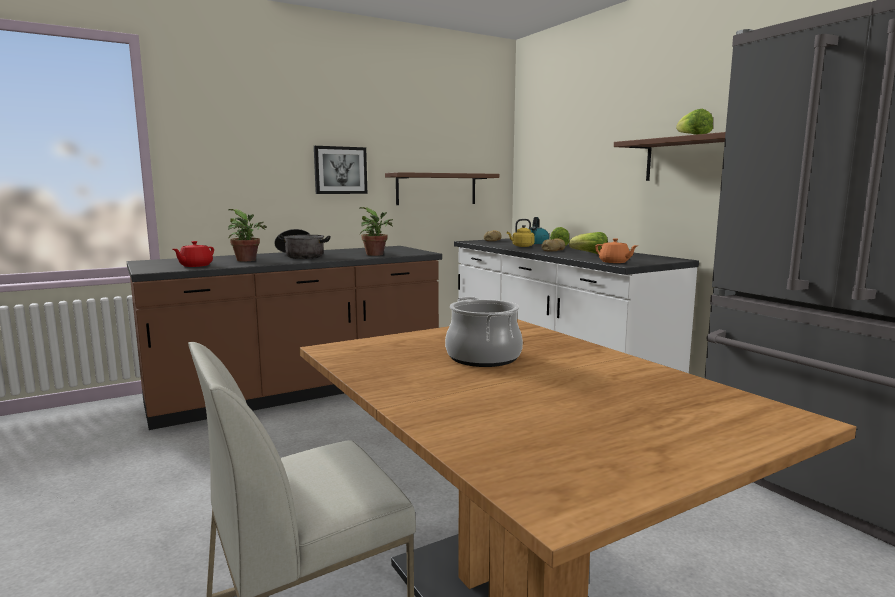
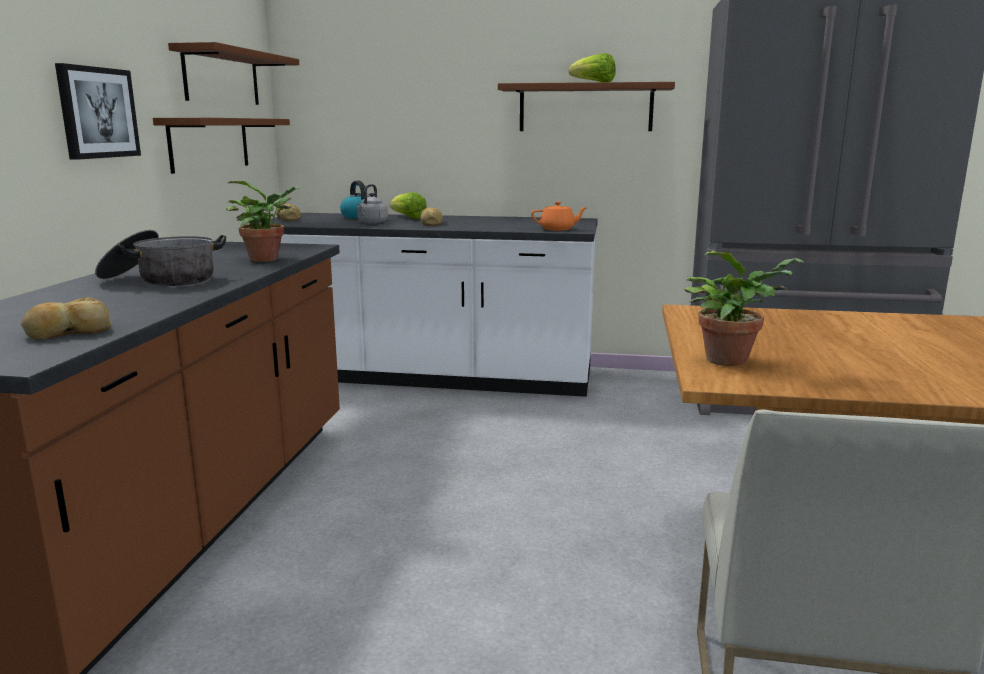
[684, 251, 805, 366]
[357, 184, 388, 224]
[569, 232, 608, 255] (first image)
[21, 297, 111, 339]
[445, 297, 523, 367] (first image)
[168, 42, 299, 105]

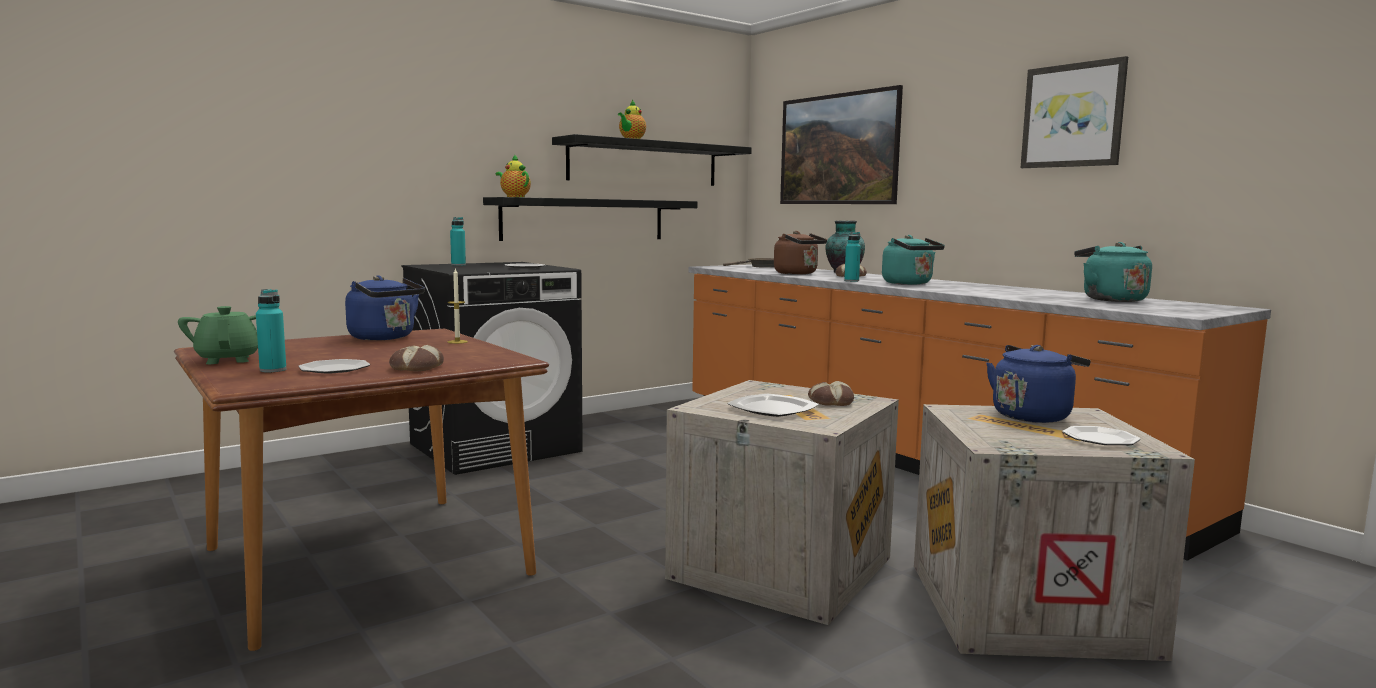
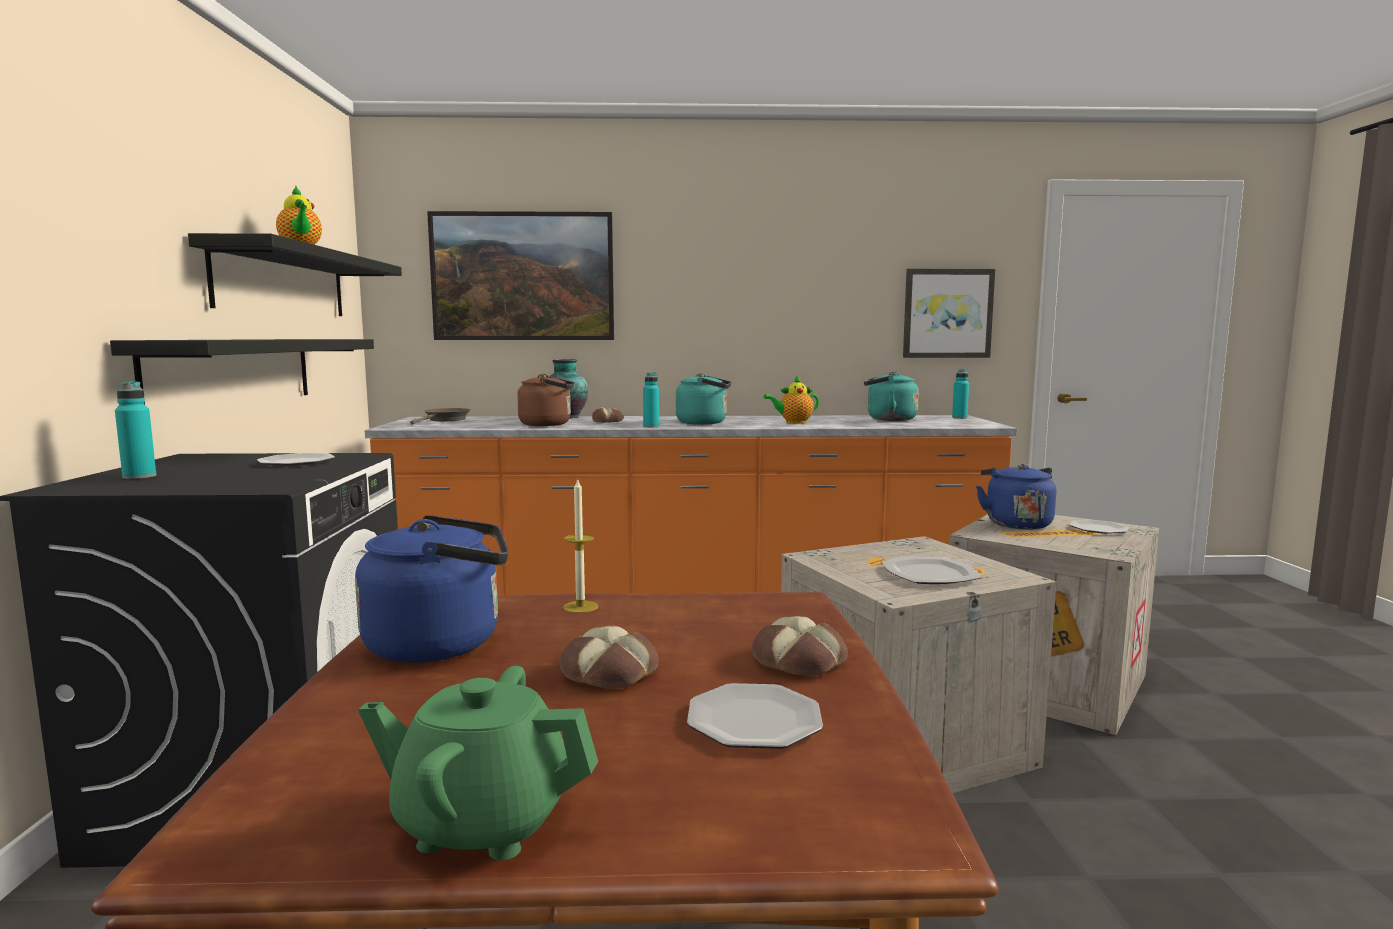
[903, 269, 995, 358]
[764, 375, 819, 423]
[952, 369, 969, 419]
[560, 626, 659, 689]

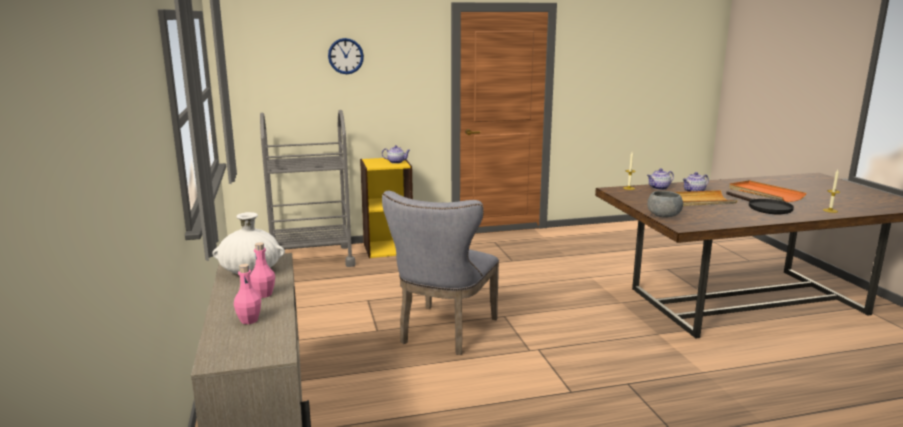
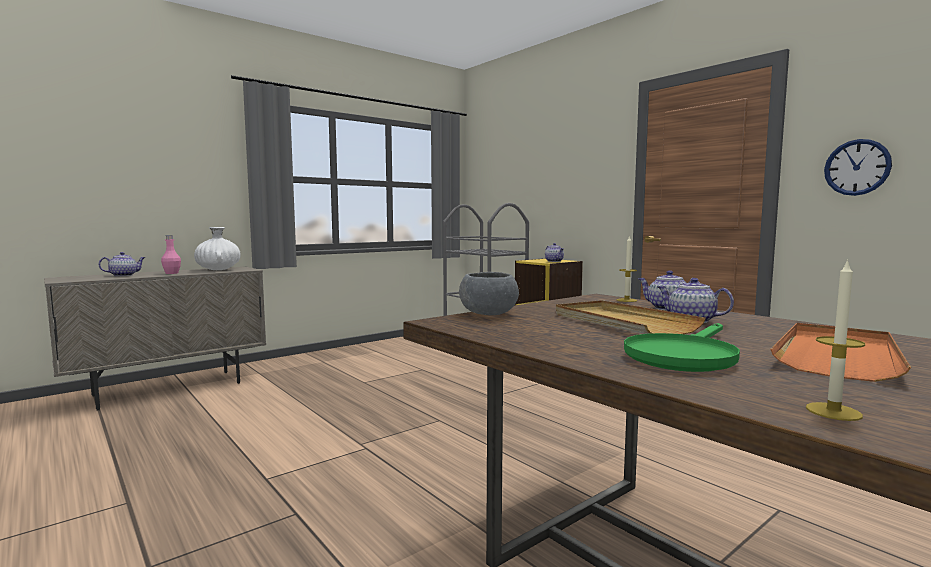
[824, 139, 892, 196]
[382, 191, 499, 355] (first image)
[624, 323, 740, 372]
[99, 252, 145, 276]

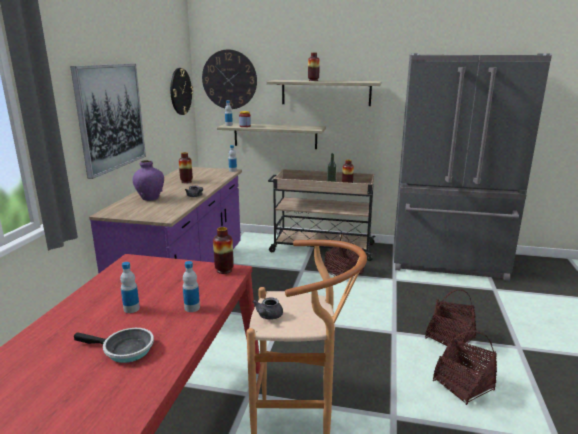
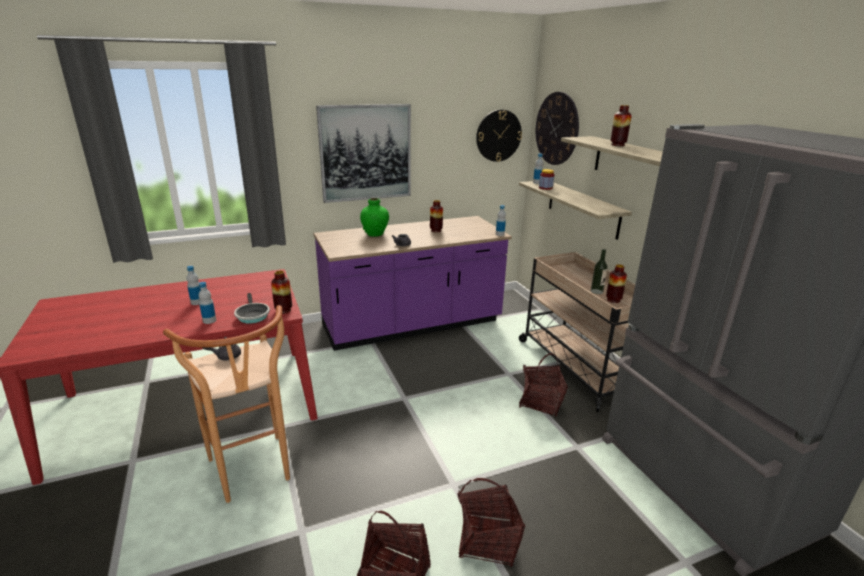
[360, 198, 389, 237]
[234, 293, 270, 324]

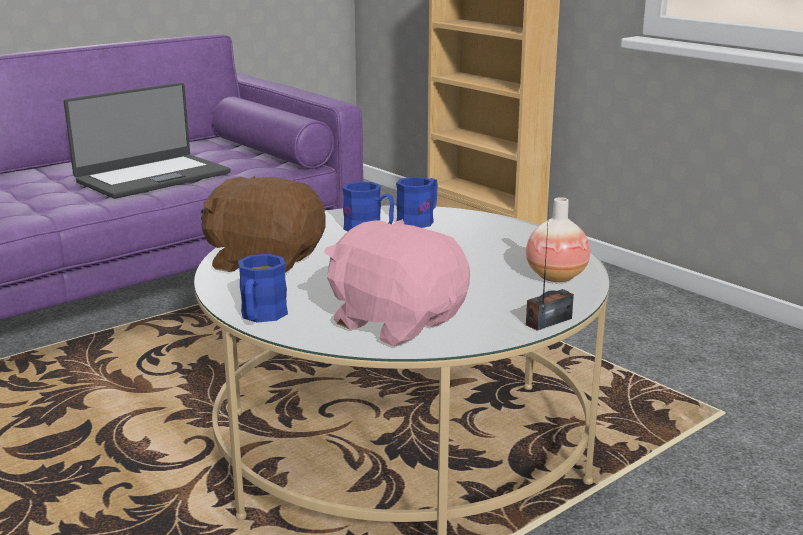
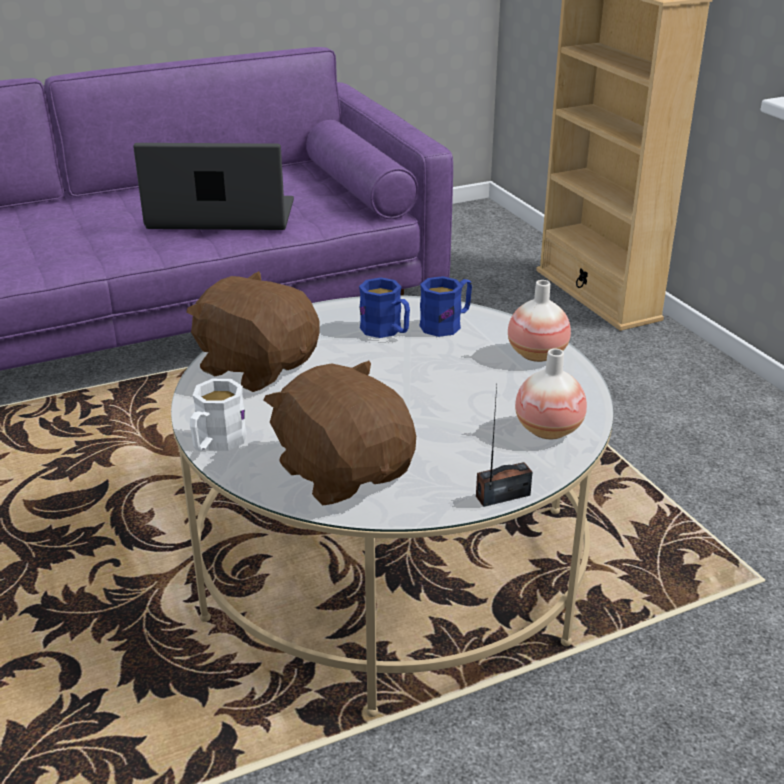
[133, 143, 294, 230]
[264, 360, 416, 506]
[190, 379, 247, 451]
[508, 280, 571, 362]

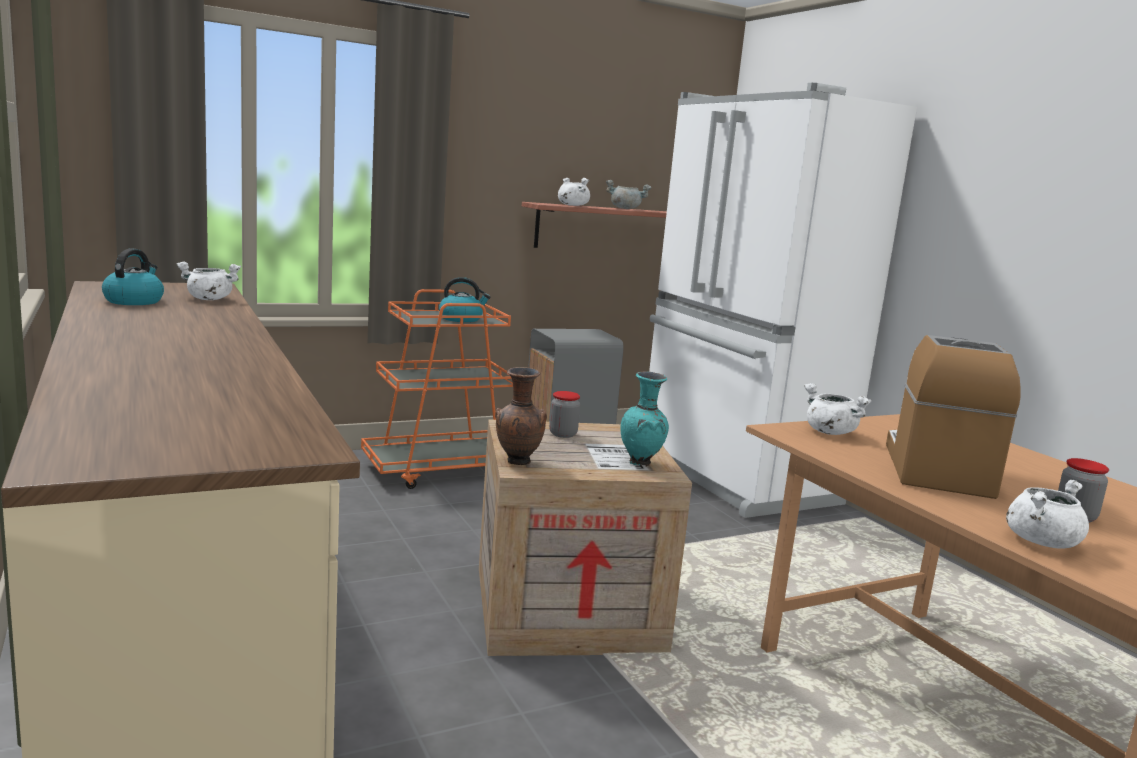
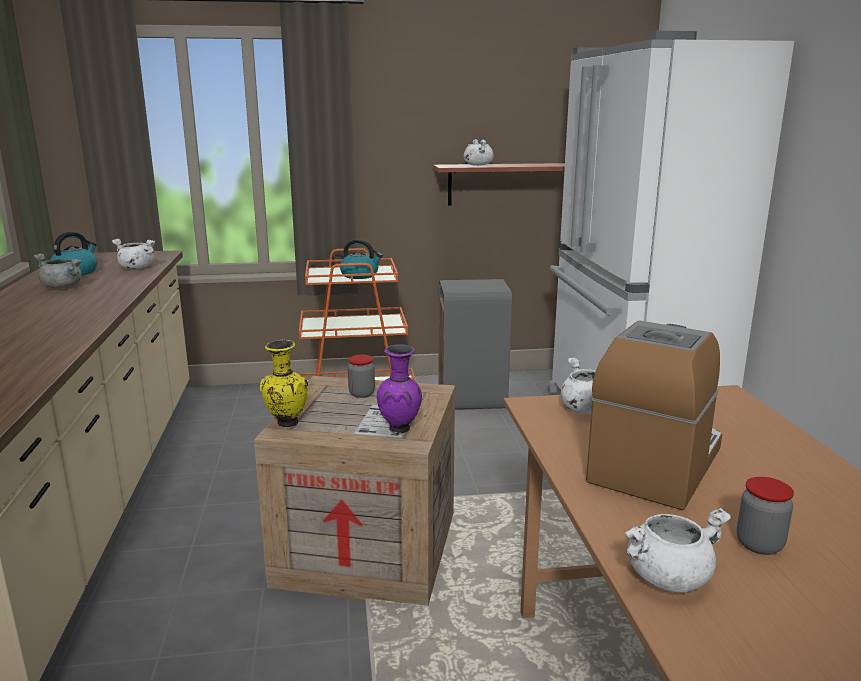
[34, 253, 82, 289]
[260, 340, 308, 427]
[377, 344, 422, 434]

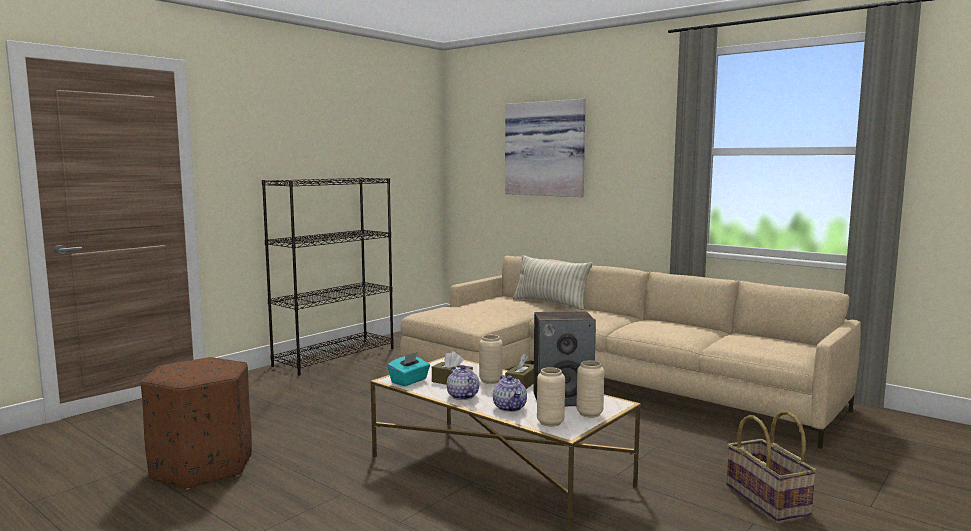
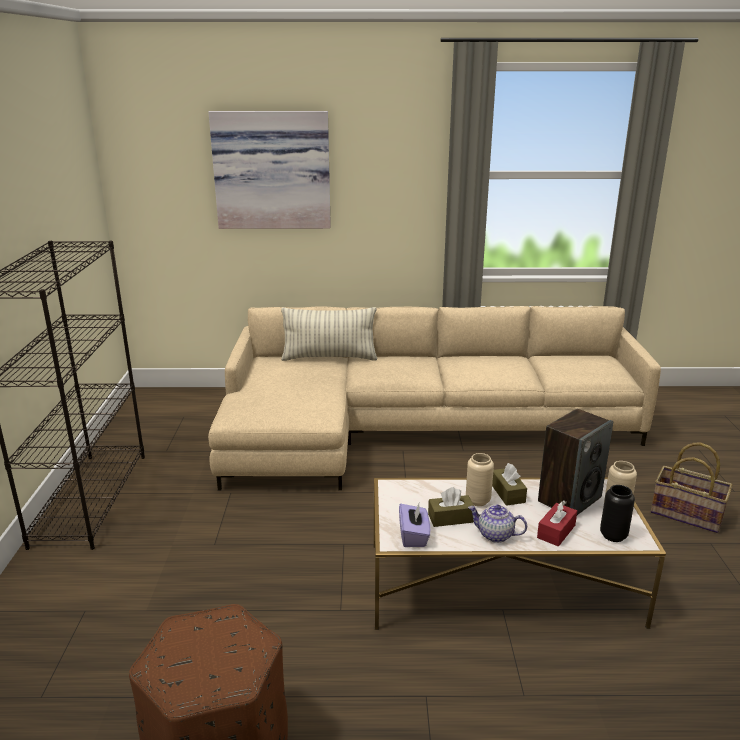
[399, 504, 430, 547]
[600, 485, 635, 542]
[537, 500, 577, 546]

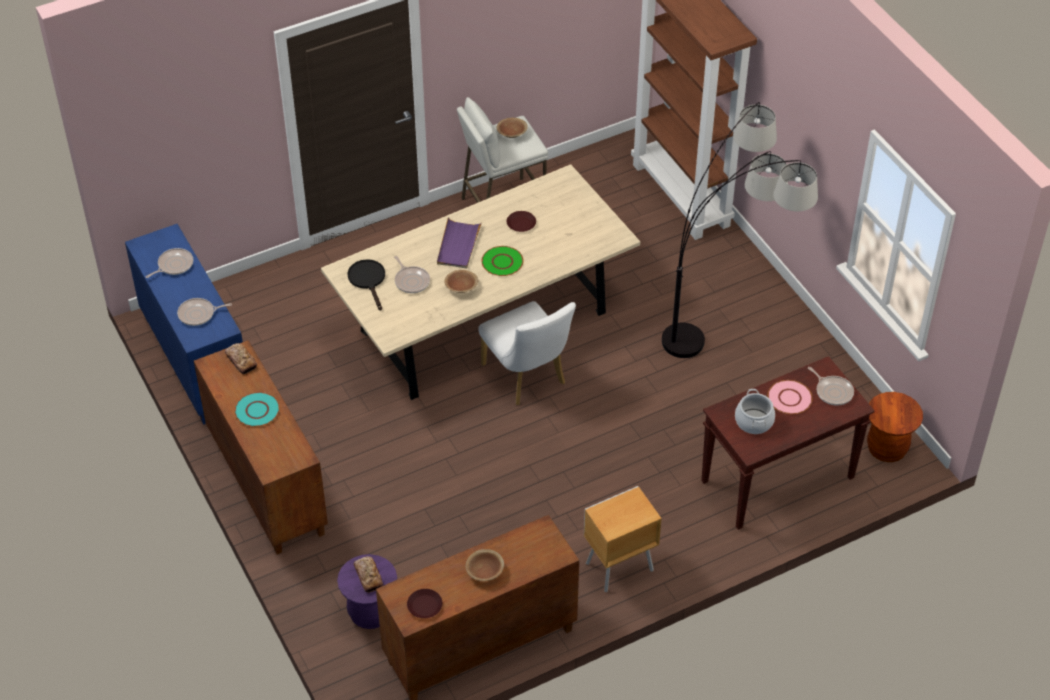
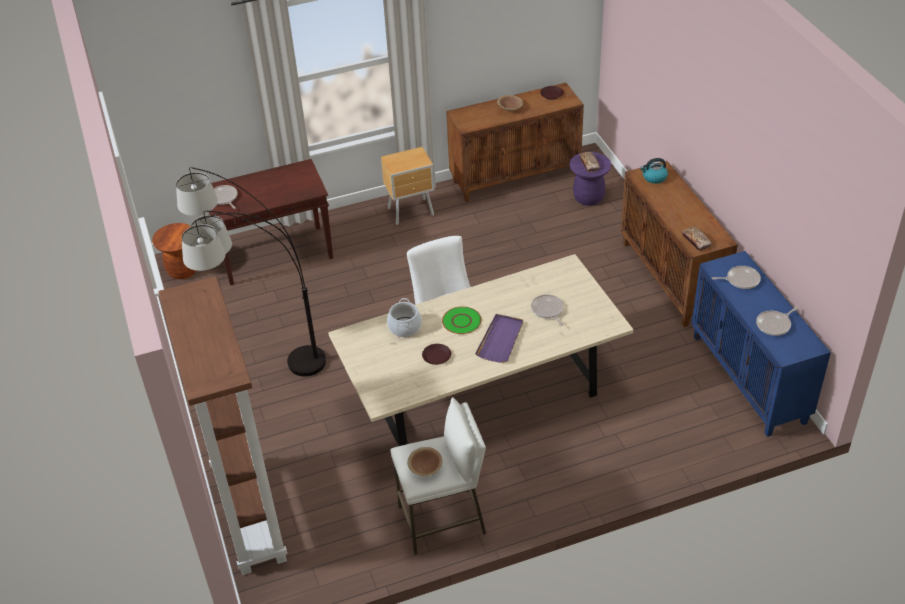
[347, 259, 385, 311] (first image)
[444, 270, 478, 293] (first image)
[767, 380, 813, 414] (first image)
[387, 298, 422, 337]
[234, 392, 280, 427] (first image)
[640, 158, 668, 184]

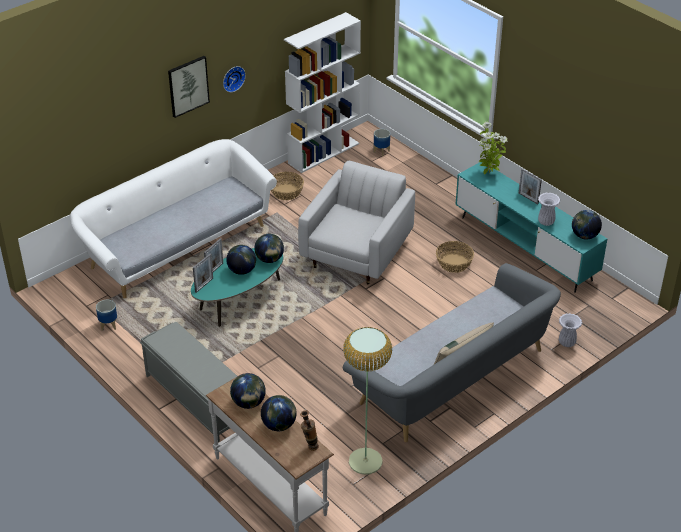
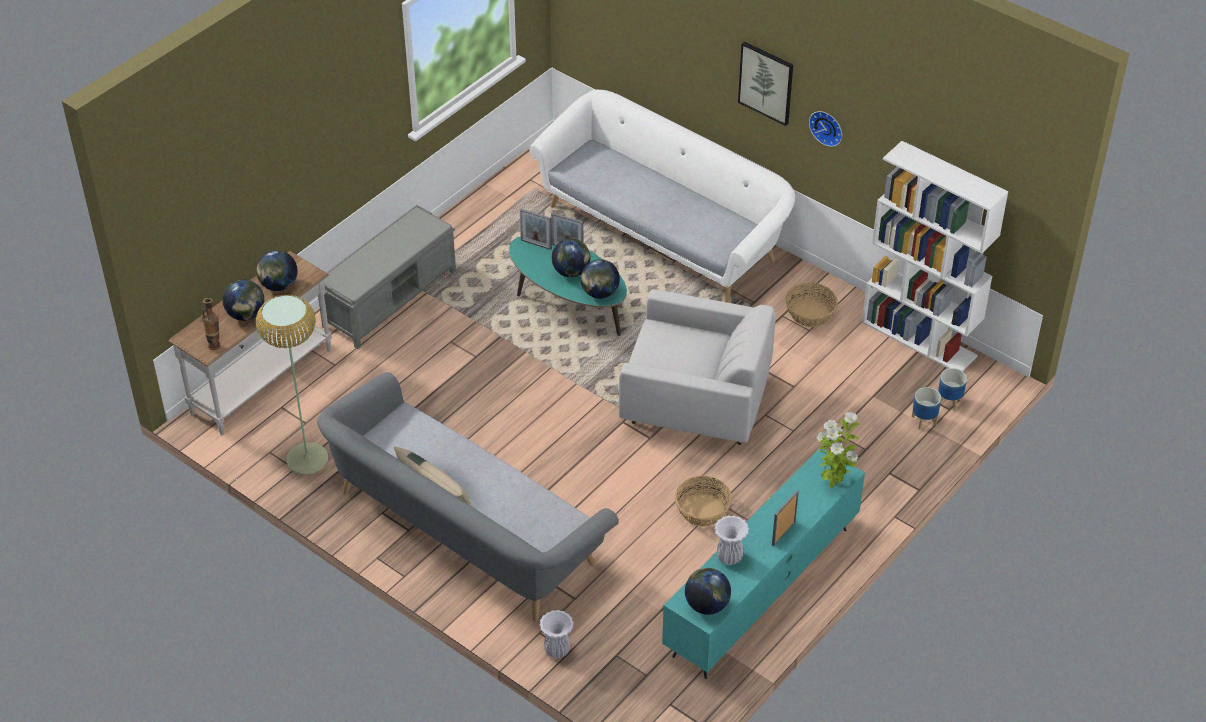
[912, 387, 941, 430]

